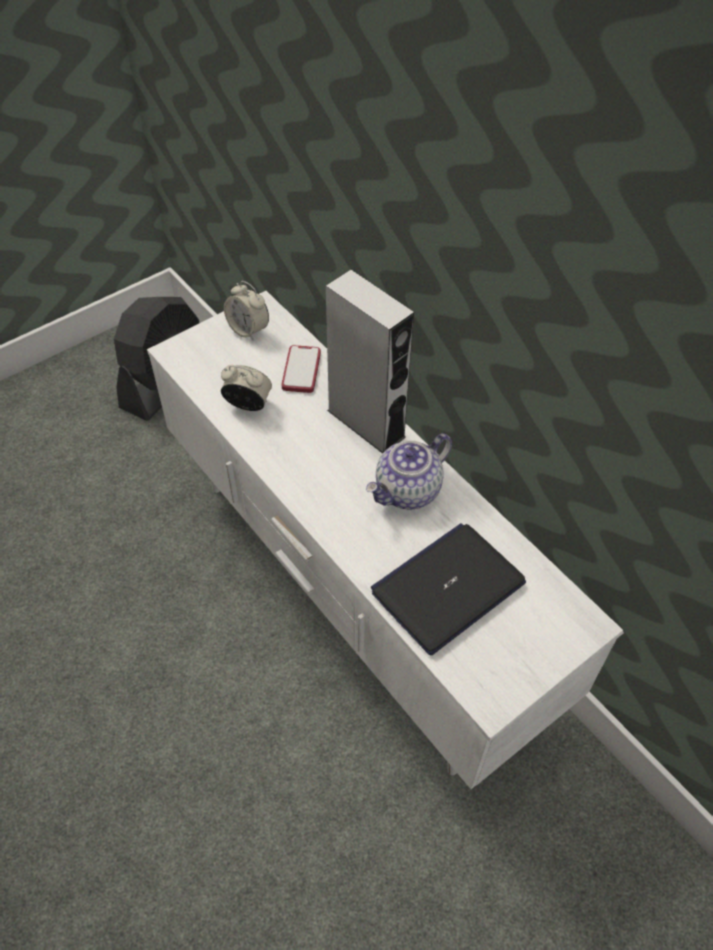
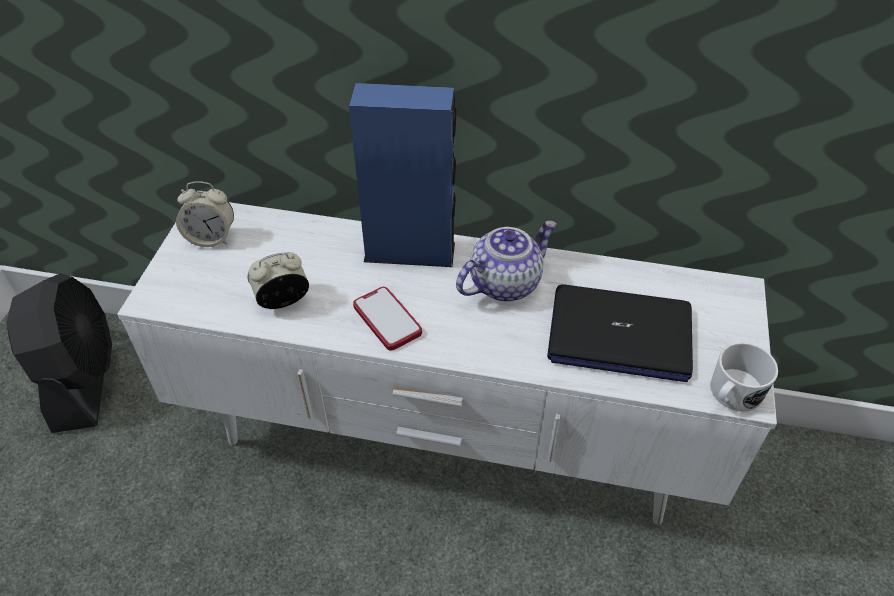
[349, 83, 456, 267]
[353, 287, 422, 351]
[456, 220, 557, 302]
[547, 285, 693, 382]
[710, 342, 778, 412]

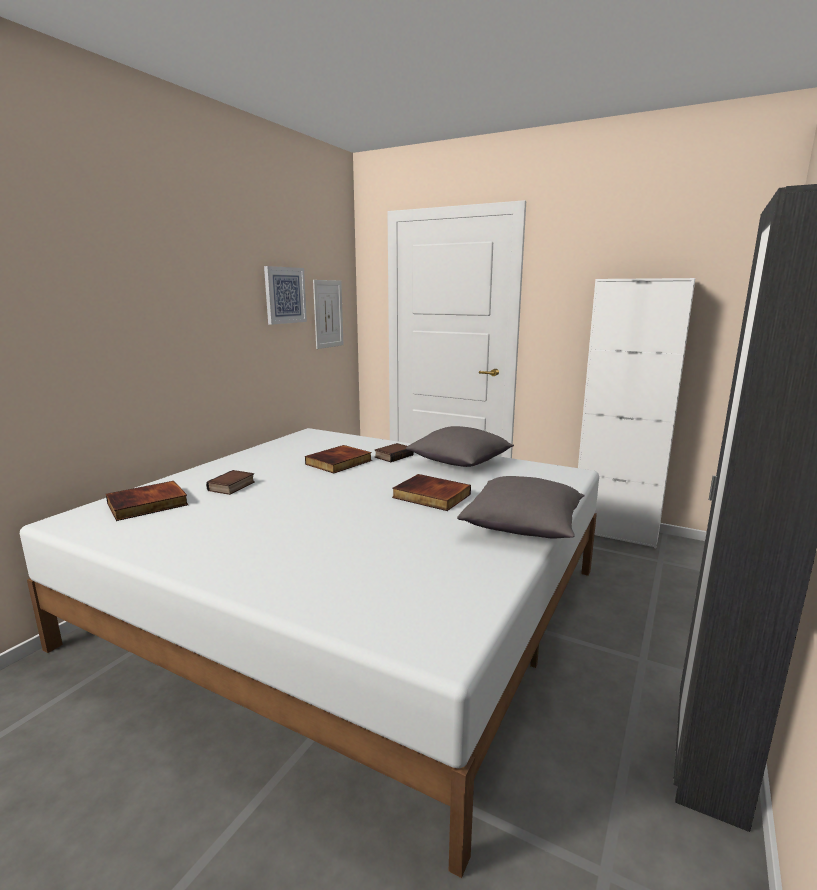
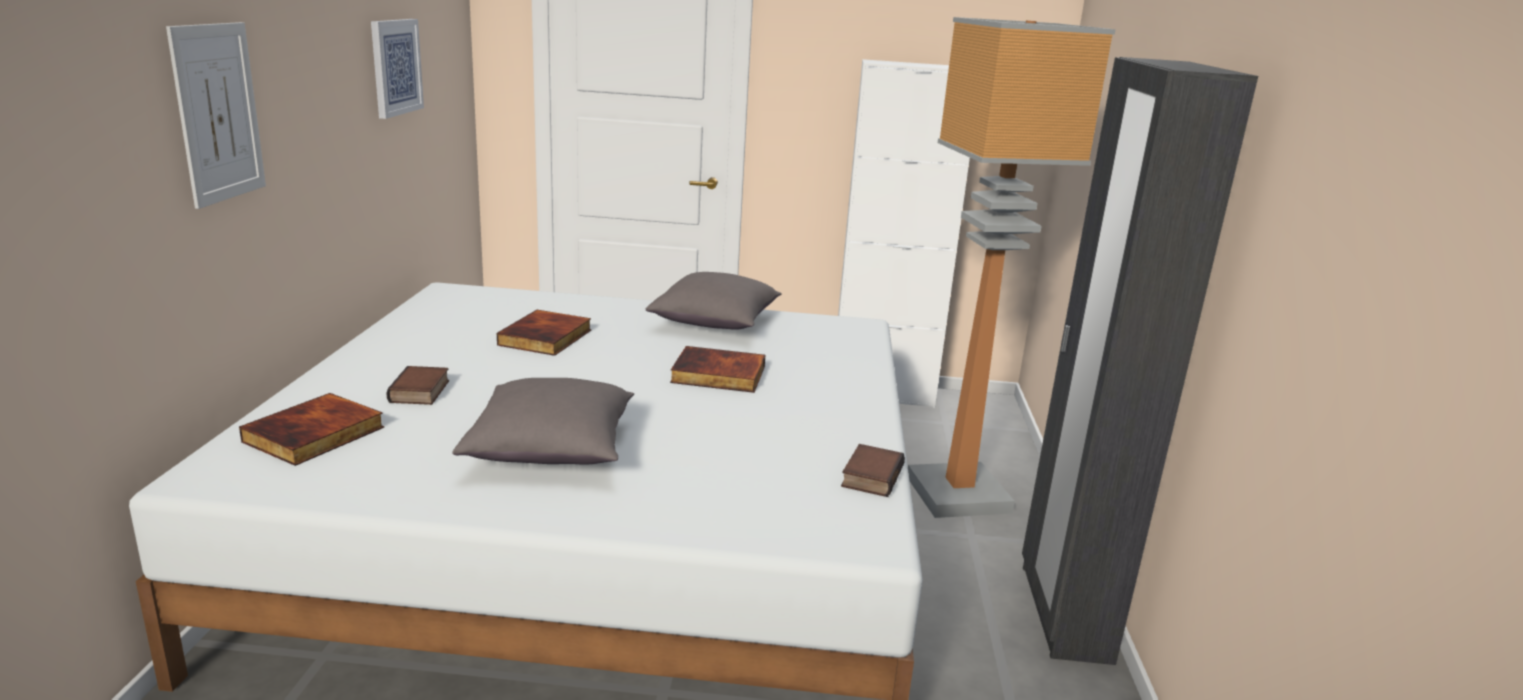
[166, 22, 266, 209]
[841, 444, 905, 497]
[452, 378, 634, 465]
[908, 17, 1116, 518]

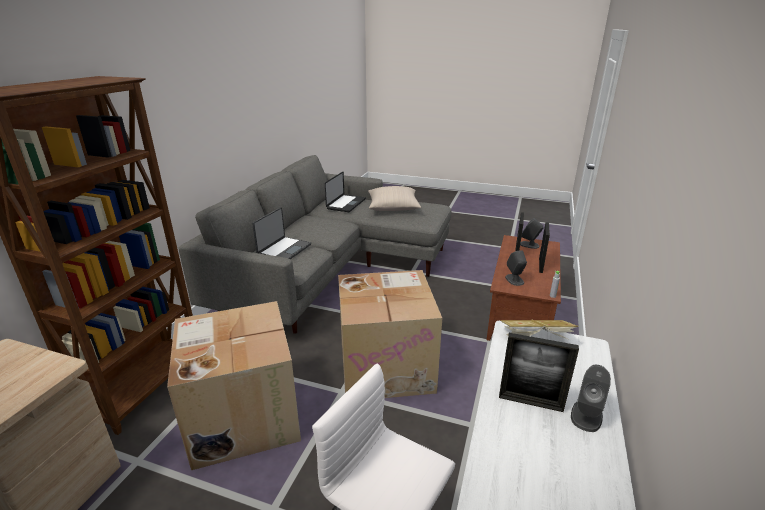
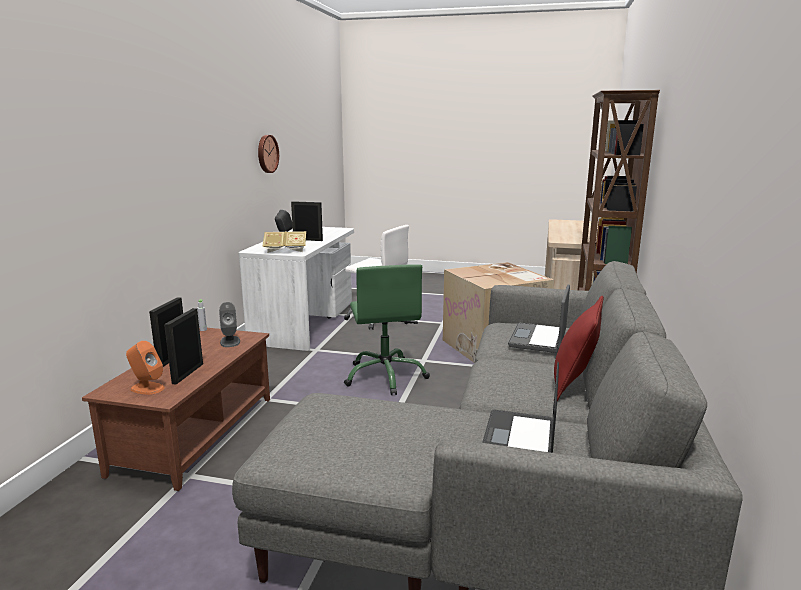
[368, 186, 421, 211] (first image)
[126, 341, 165, 395]
[344, 264, 430, 395]
[258, 135, 279, 173]
[554, 296, 604, 401]

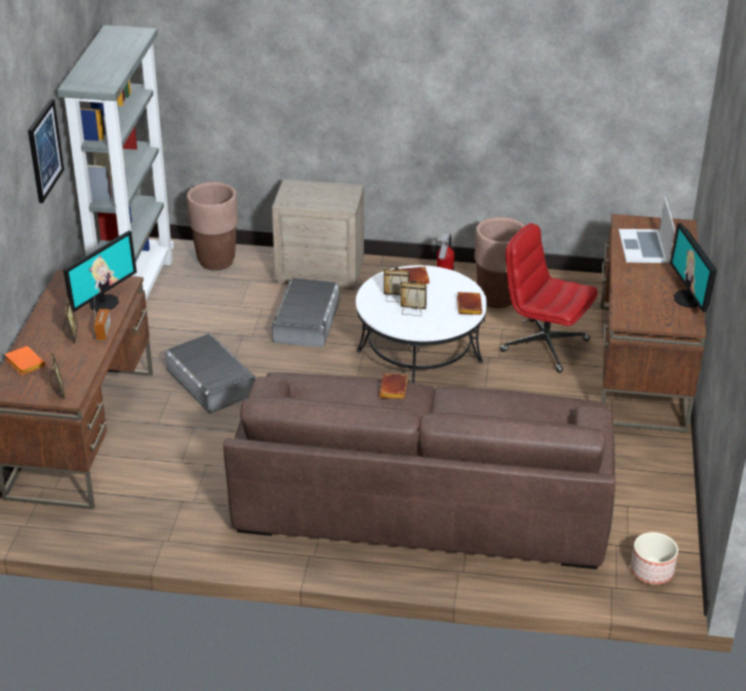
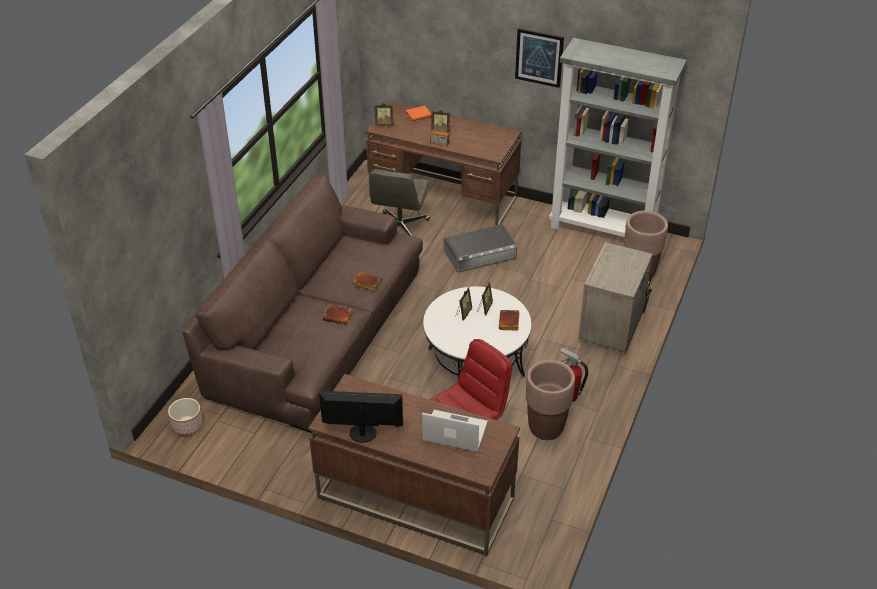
[63, 230, 137, 312] (first image)
[272, 278, 340, 348] (first image)
[323, 305, 352, 325]
[370, 169, 430, 236]

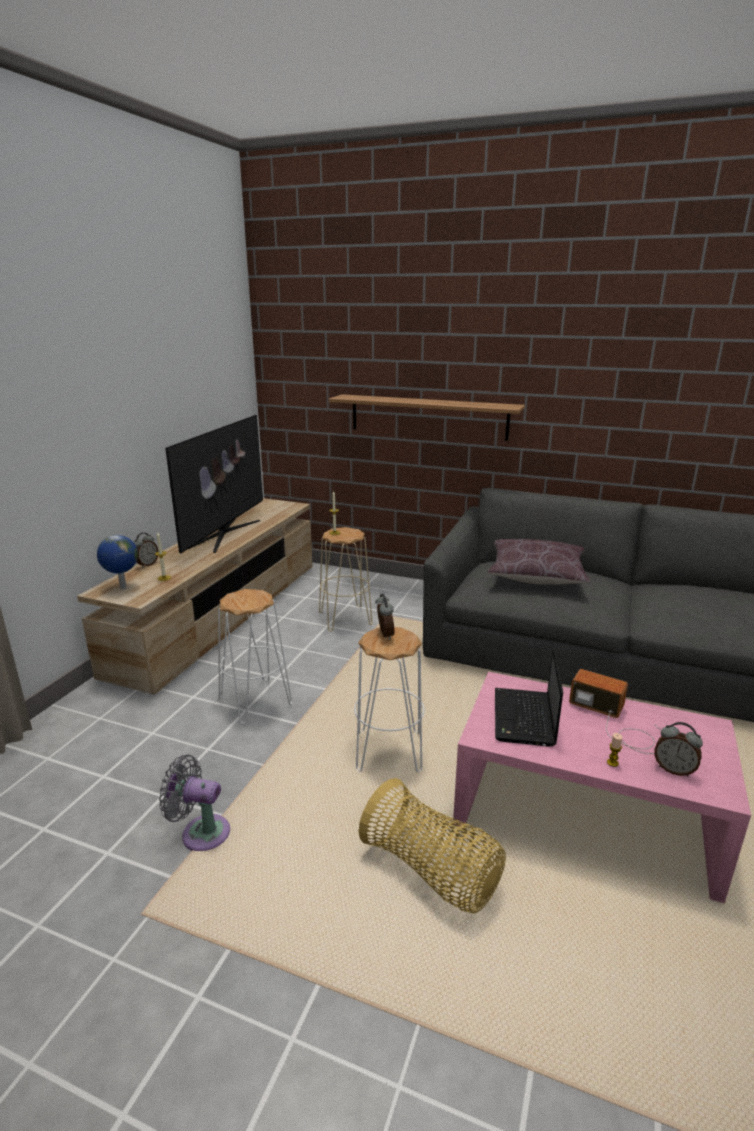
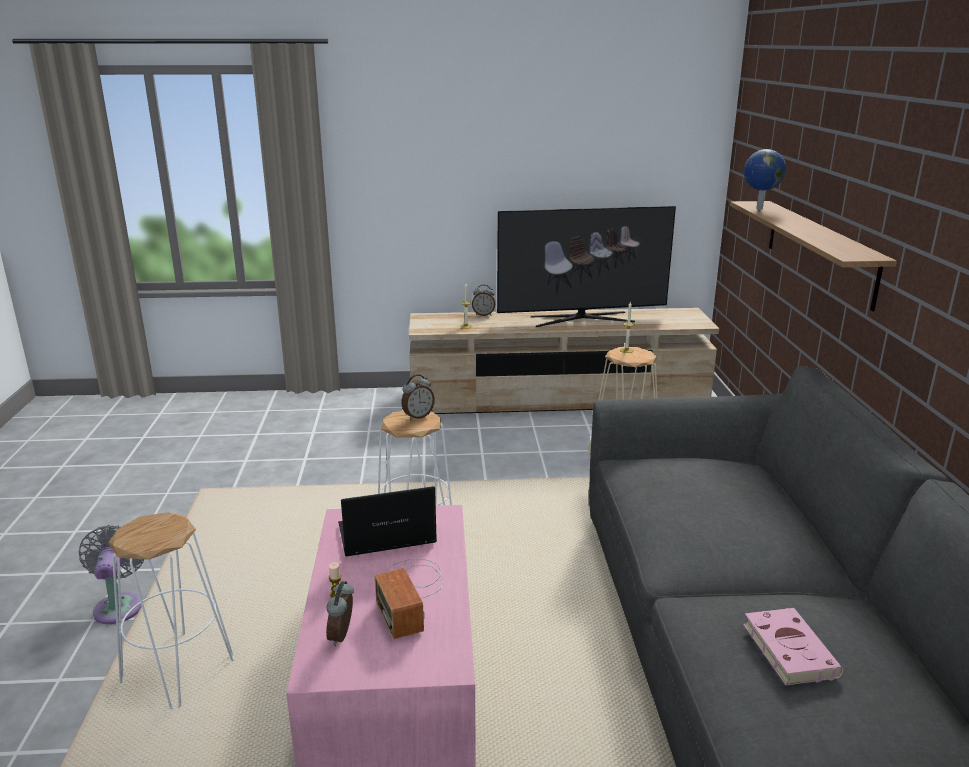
[744, 149, 786, 210]
[488, 539, 590, 585] (first image)
[108, 512, 234, 709]
[375, 559, 443, 639]
[79, 525, 144, 624]
[359, 778, 506, 913] (first image)
[743, 608, 843, 685]

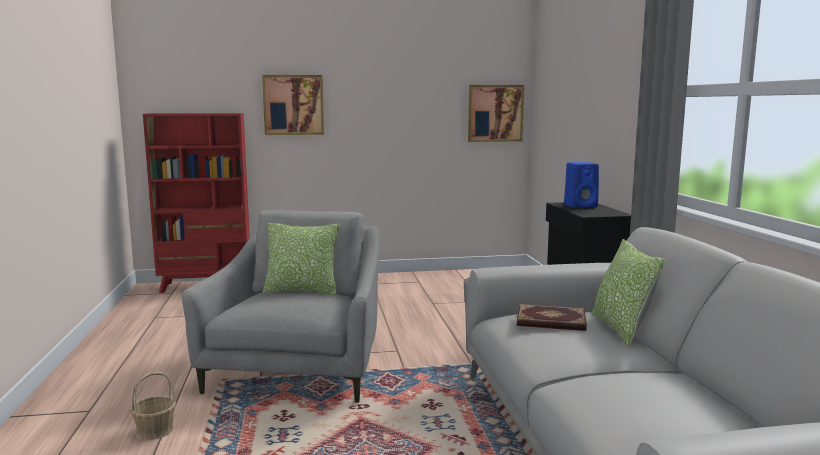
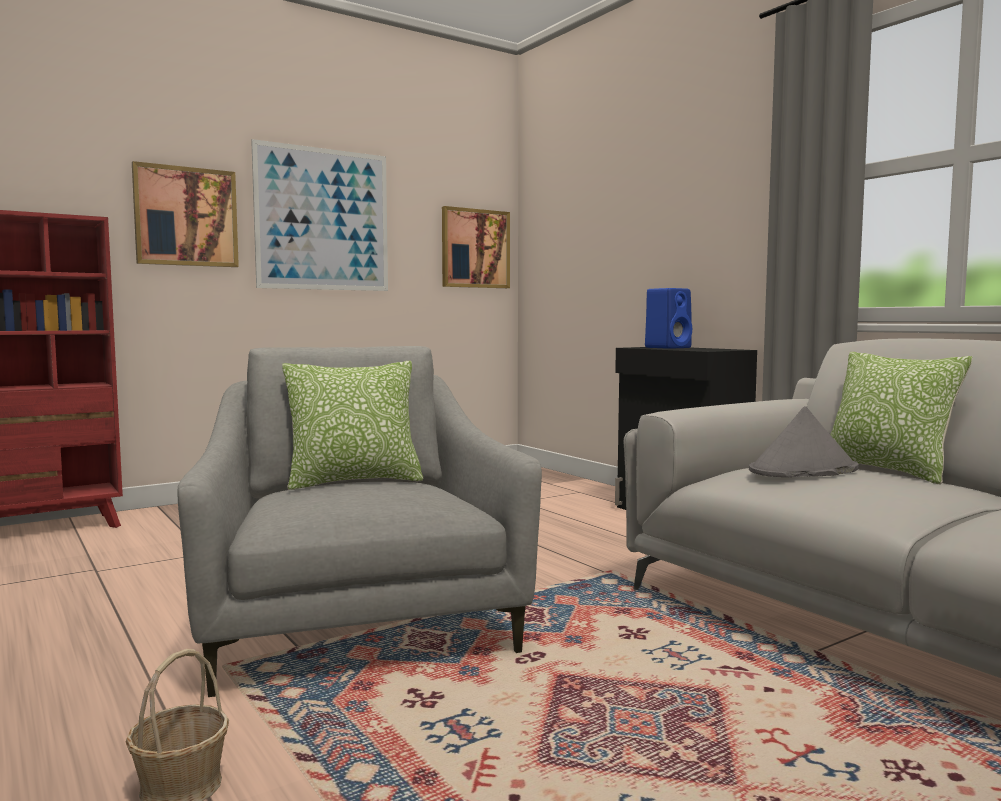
[749, 406, 859, 477]
[251, 139, 388, 291]

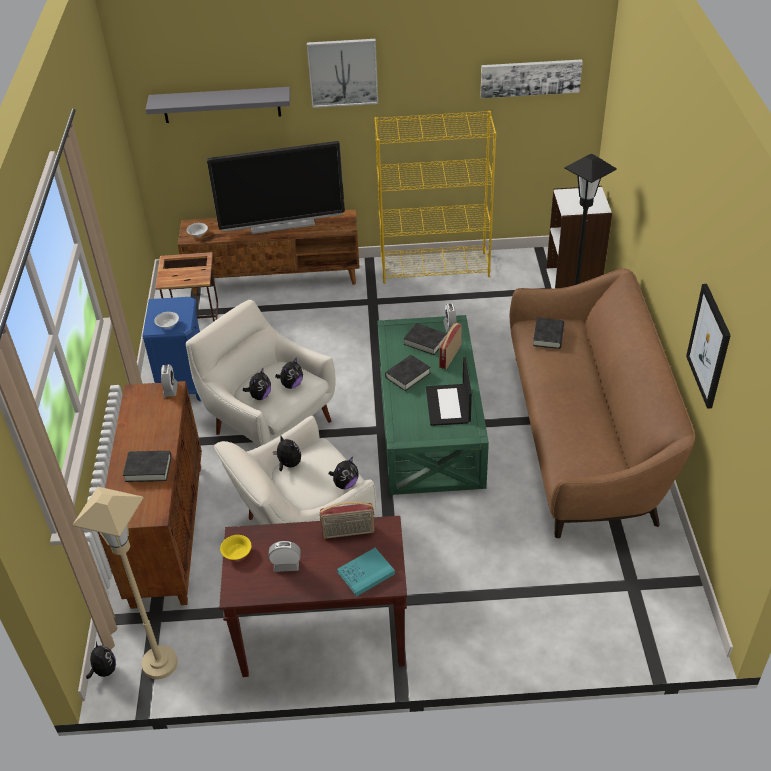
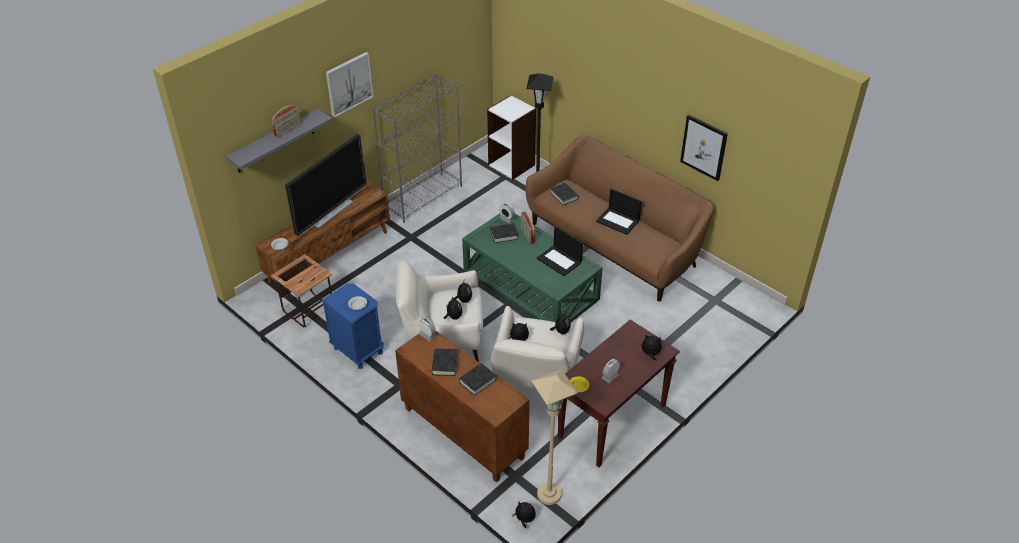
[480, 59, 583, 98] (first image)
[372, 73, 462, 223]
[431, 348, 458, 376]
[271, 105, 301, 138]
[639, 335, 662, 360]
[596, 189, 642, 235]

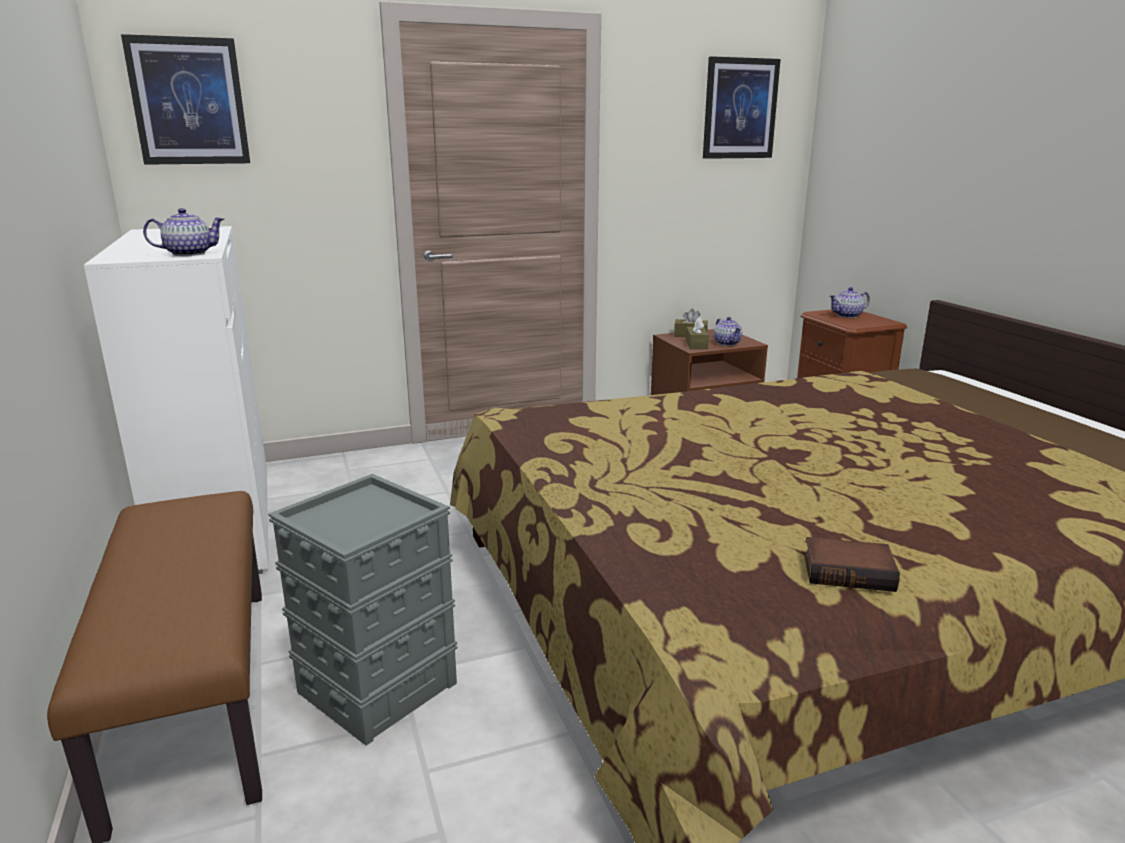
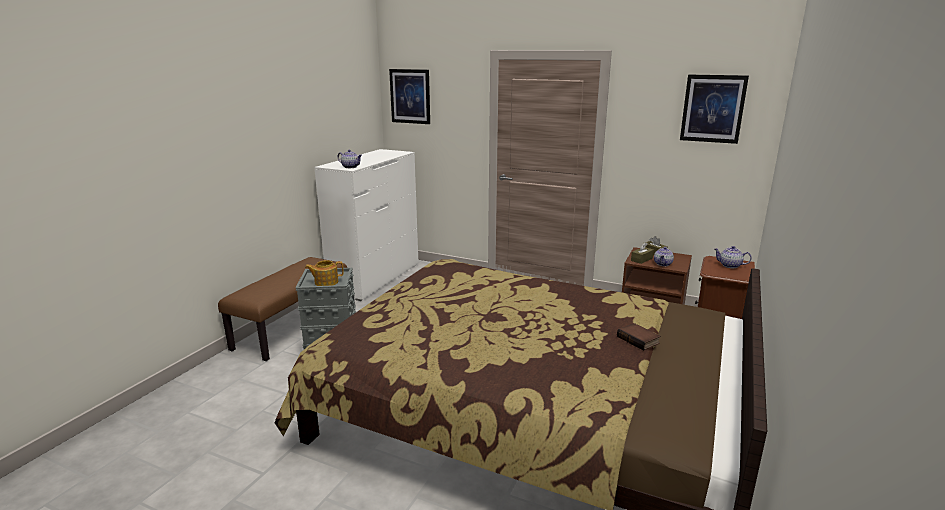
[617, 323, 661, 351]
[305, 260, 344, 286]

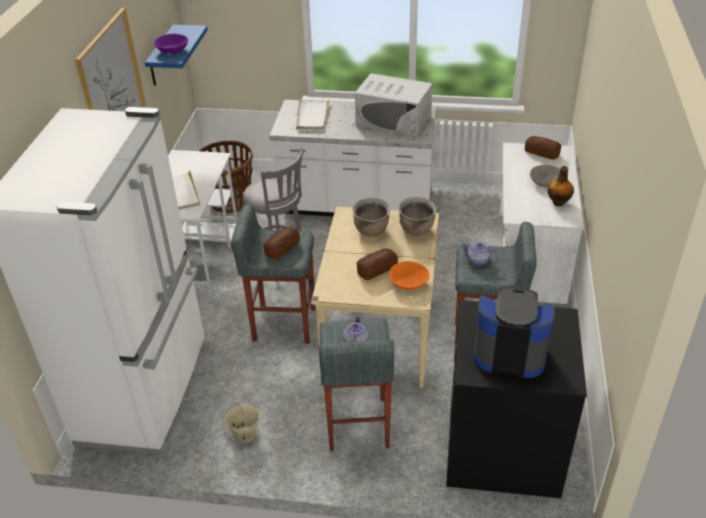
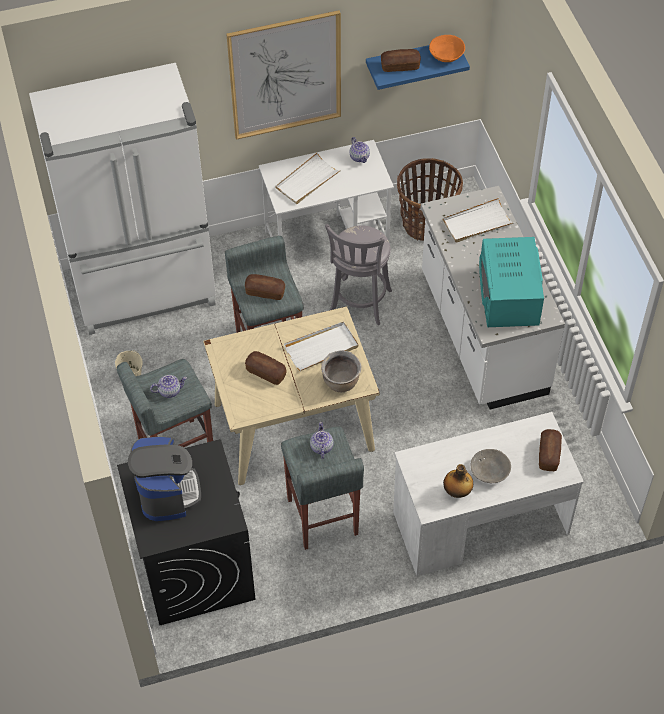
[381, 49, 421, 72]
[479, 237, 544, 327]
[284, 321, 358, 371]
[429, 35, 465, 62]
[350, 137, 370, 163]

